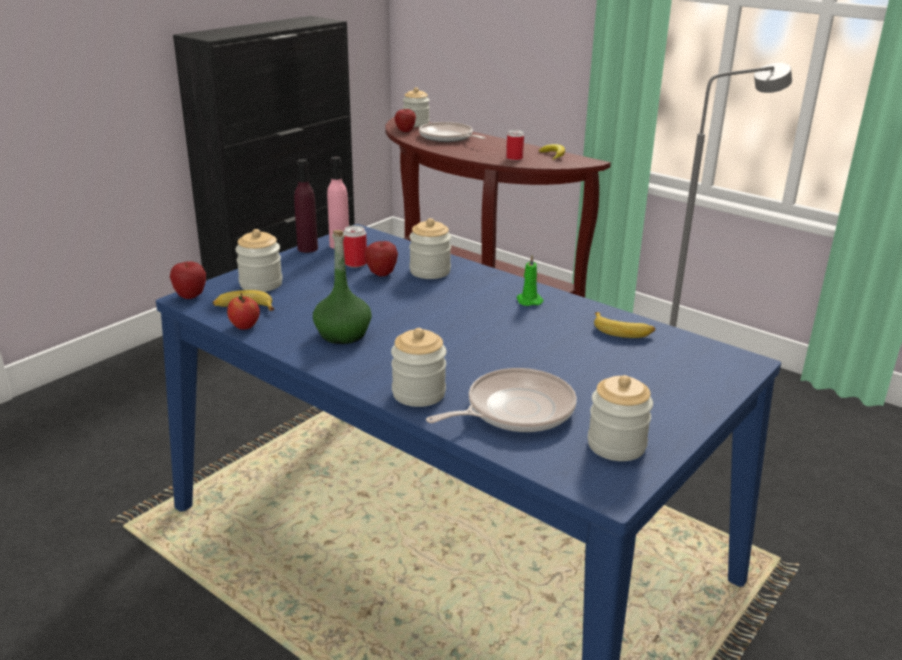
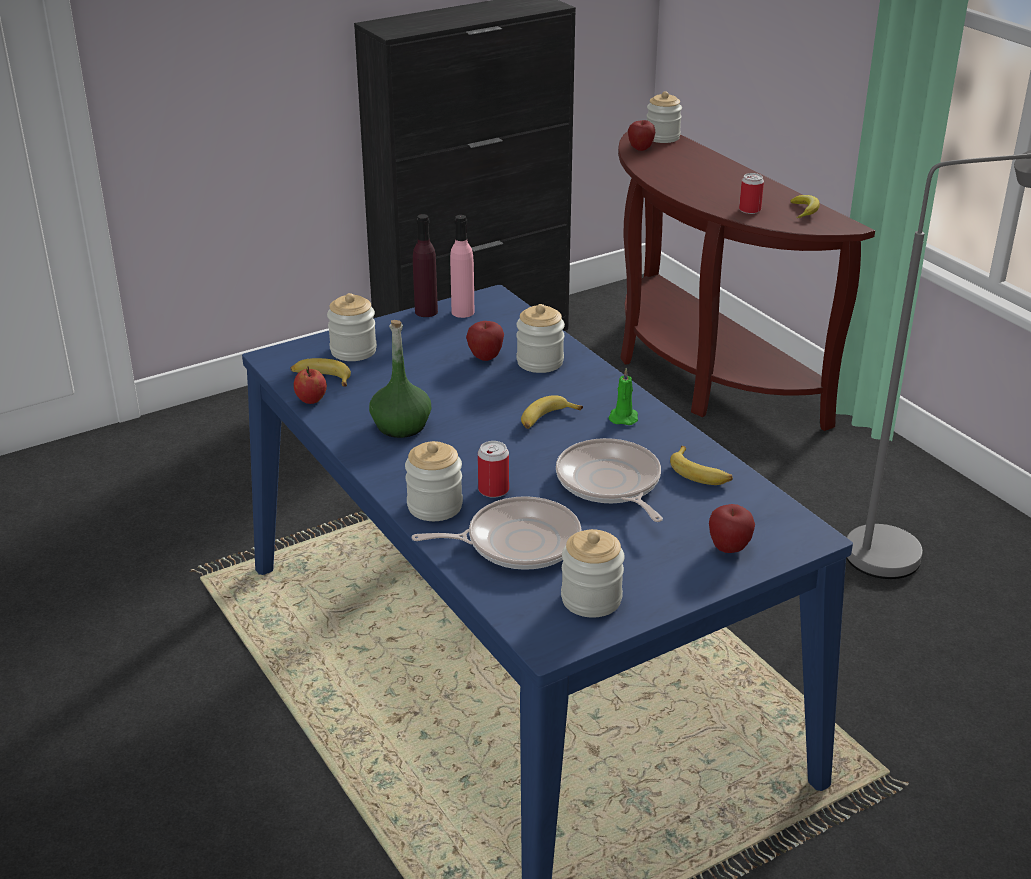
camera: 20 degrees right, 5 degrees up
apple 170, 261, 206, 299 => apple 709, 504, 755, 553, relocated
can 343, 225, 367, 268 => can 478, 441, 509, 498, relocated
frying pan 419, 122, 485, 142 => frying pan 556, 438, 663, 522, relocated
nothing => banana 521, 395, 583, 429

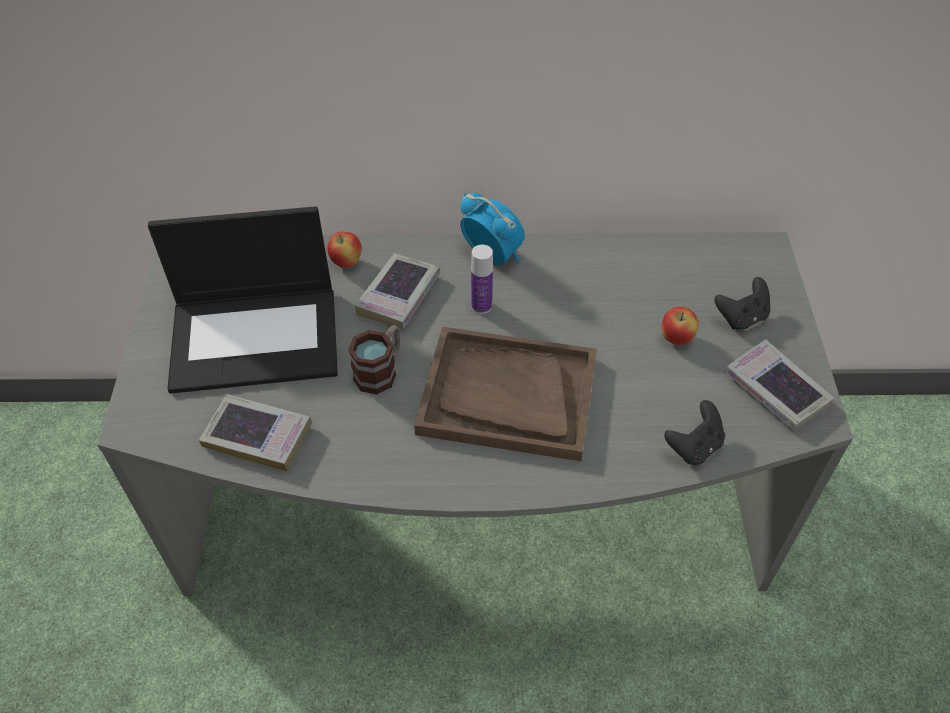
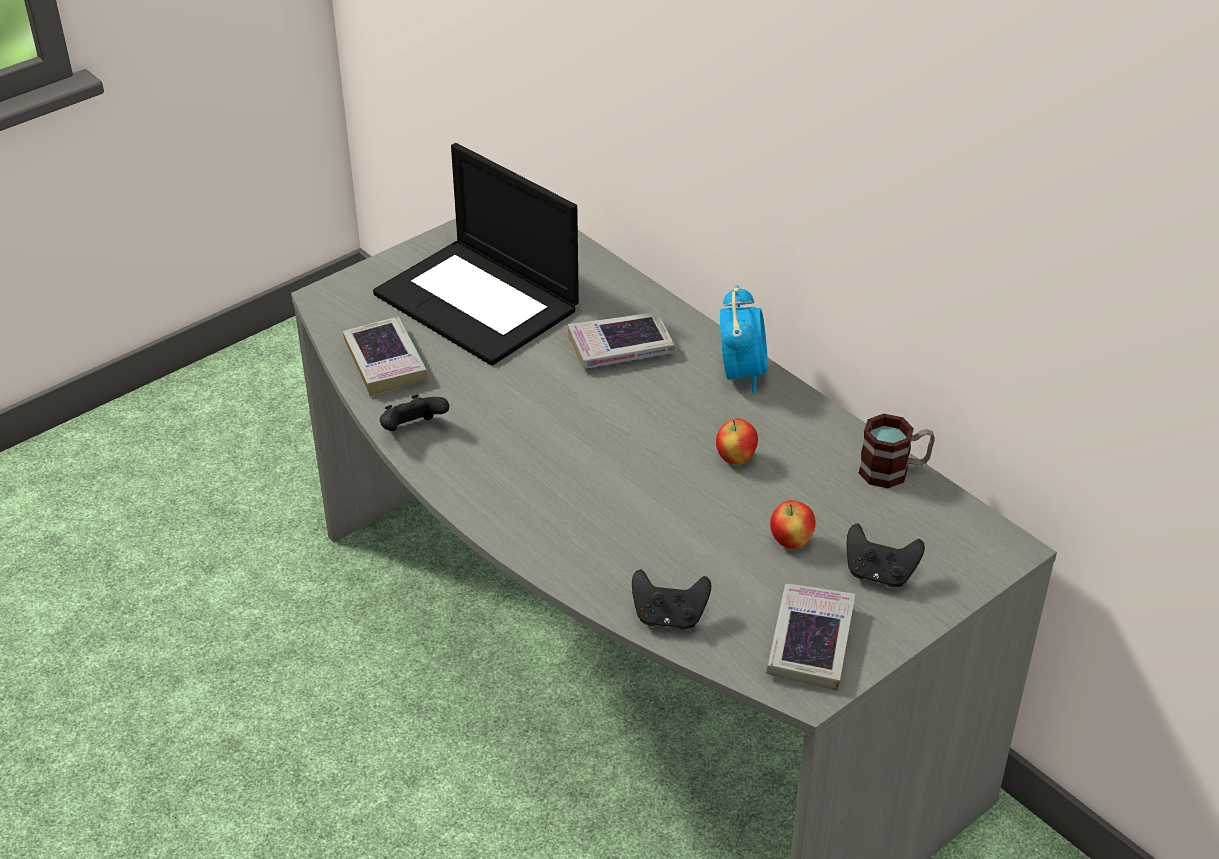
camera: 50 degrees right, 10 degrees down
apple 327, 232, 361, 268 => apple 716, 419, 758, 465, relocated
mug 348, 325, 400, 394 => mug 859, 414, 935, 488, relocated
brown tray 414, 327, 597, 461 => nothing
bottle 471, 245, 493, 314 => nothing
nothing => black game controller 380, 394, 449, 431

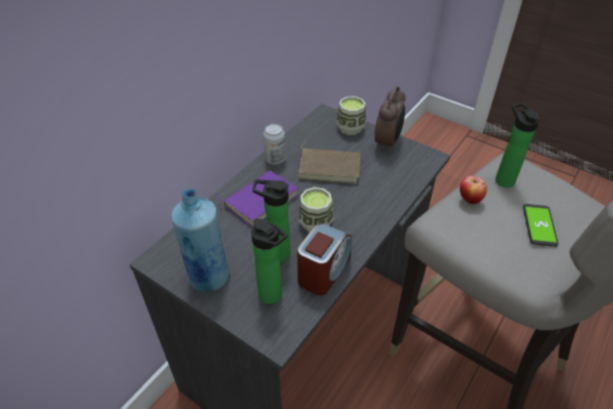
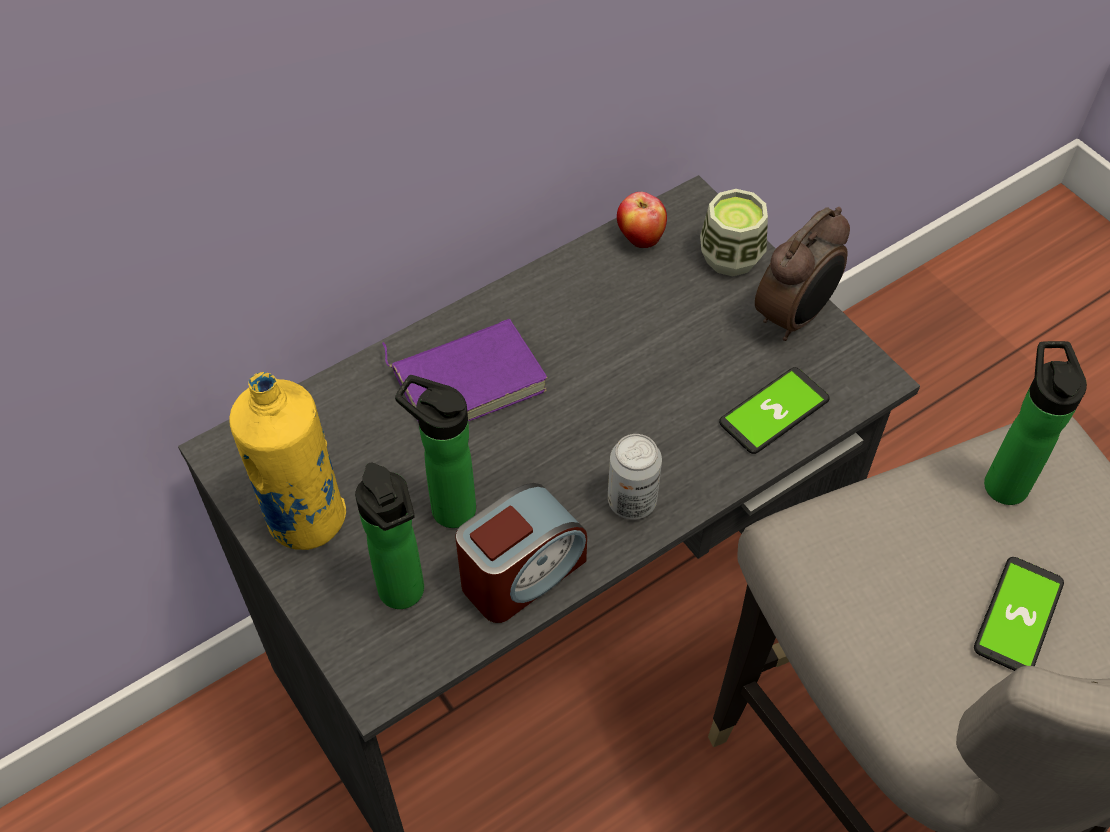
camera: 20 degrees right, 10 degrees up
blue bottle 171, 188, 230, 292 => yellow bottle 230, 372, 346, 550
can 263, 124, 286, 165 => can 608, 434, 662, 520, relocated
brown book 298, 141, 360, 184 => nothing
cup 298, 187, 334, 233 => nothing
apple 460, 176, 487, 204 => apple 617, 192, 667, 248, relocated
nothing => phone 719, 367, 830, 454

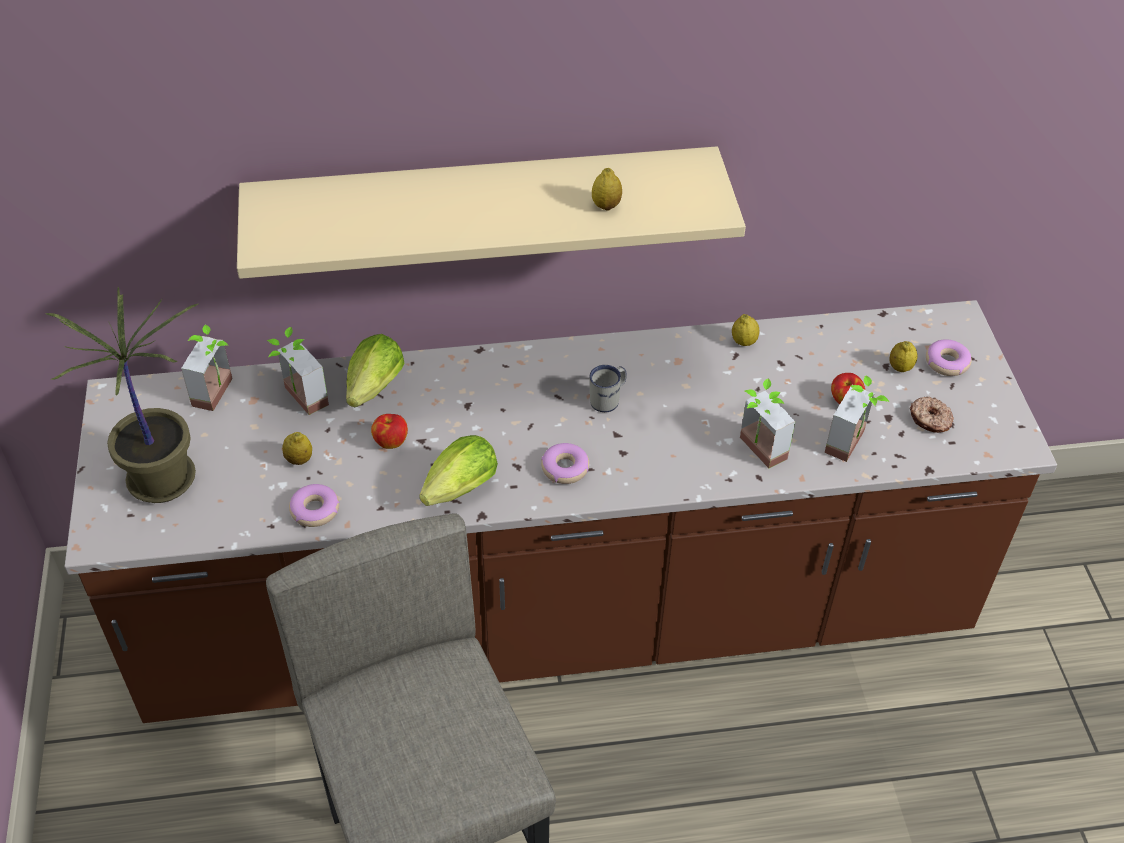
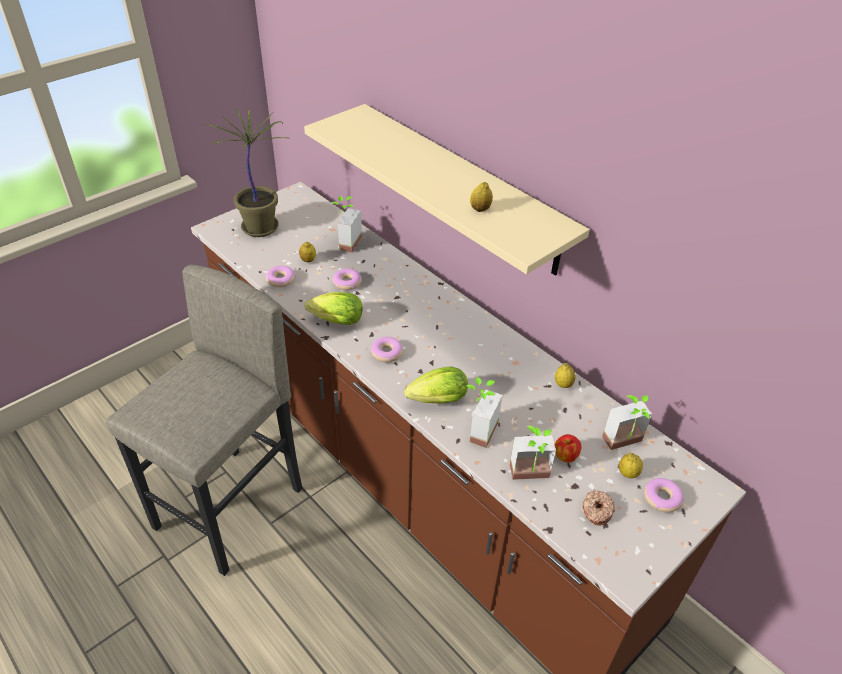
camera: 55 degrees right, 5 degrees down
potted plant 181, 325, 233, 411 => potted plant 602, 395, 652, 450, relocated
lettuce 346, 334, 405, 408 => lettuce 404, 367, 468, 404, relocated
apple 371, 414, 408, 449 => donut 333, 268, 362, 290
white mug 589, 365, 627, 412 => nothing

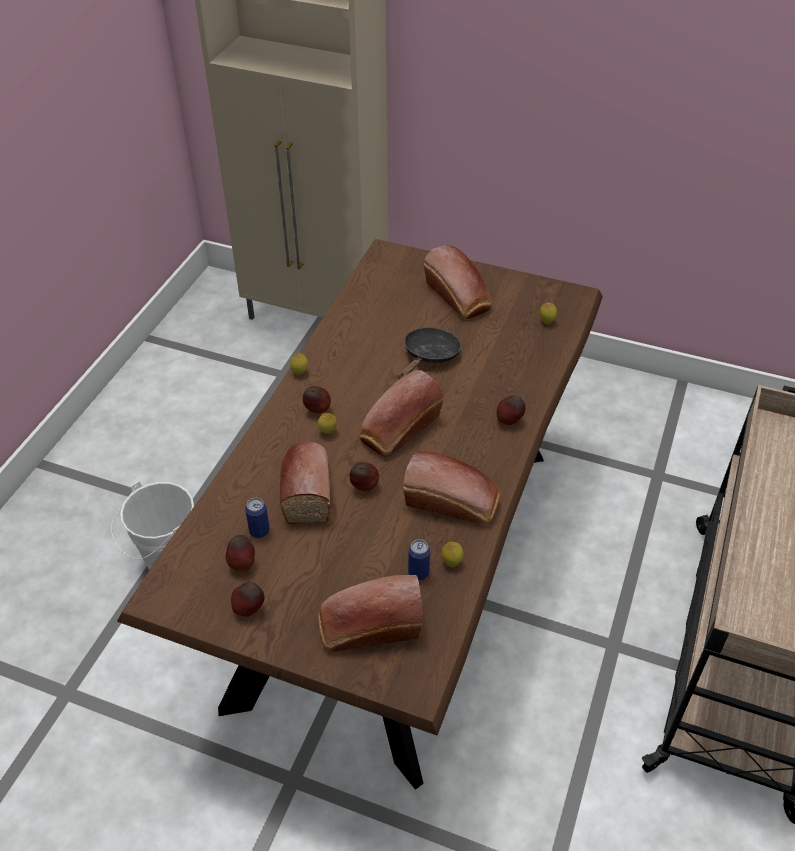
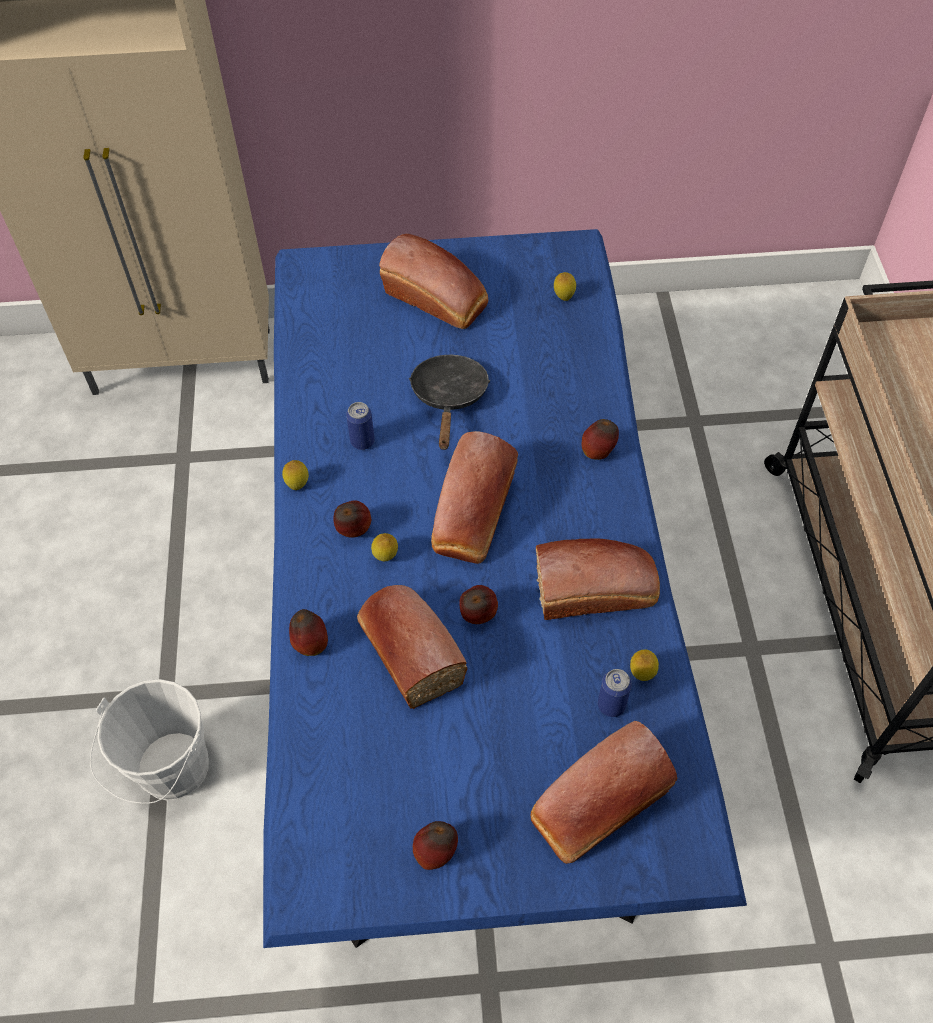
camera: 25 degrees left, 10 degrees up
brown dining table 117, 239, 603, 790 => blue dining table 263, 229, 747, 948
apple 225, 535, 255, 573 => apple 289, 609, 328, 656, relocated
can 245, 498, 270, 538 => can 346, 402, 375, 450, relocated

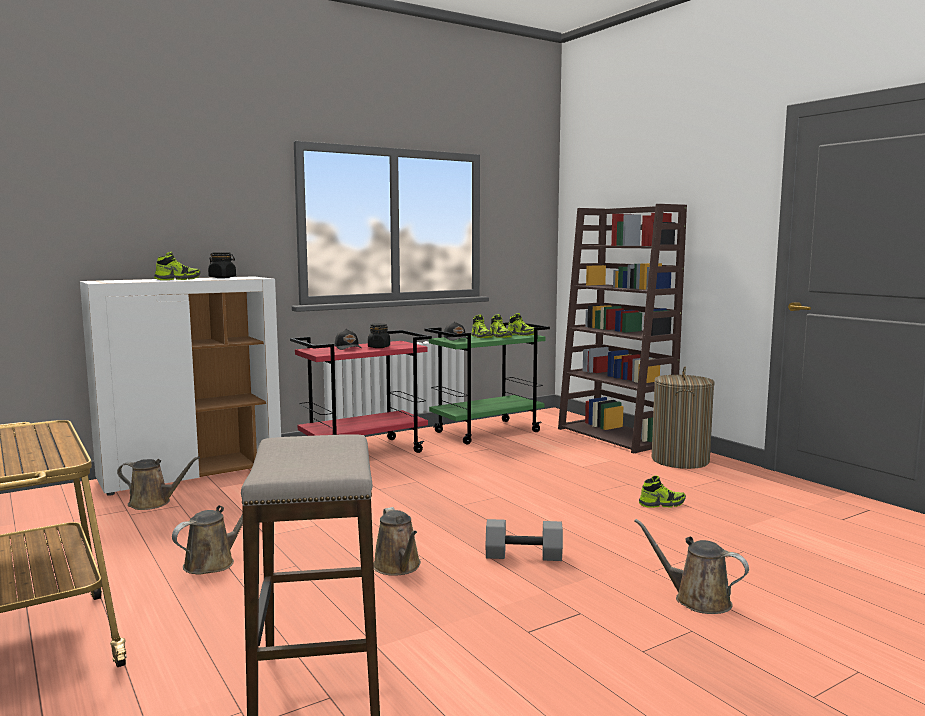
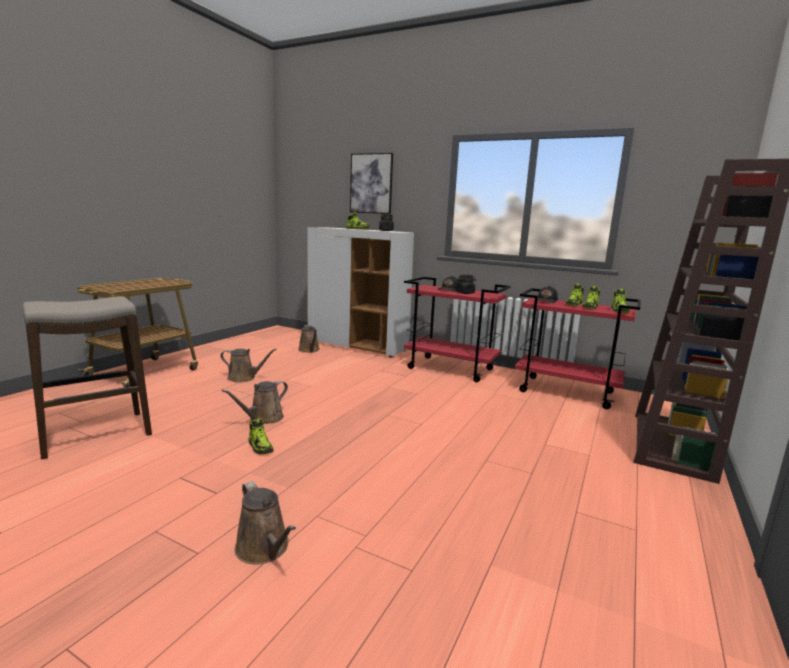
camera: 60 degrees right, 5 degrees up
green cart 425, 322, 550, 445 => red cart 515, 288, 641, 409
grey dumbbell 486, 519, 563, 561 => nothing
brown watering can 634, 519, 749, 614 => brown watering can 235, 481, 296, 565, 135 degrees clockwise
shoe 639, 476, 686, 508 => shoe 248, 419, 274, 455, relocated
laundry basket 652, 367, 714, 469 => nothing
nothing => picture 350, 153, 393, 214

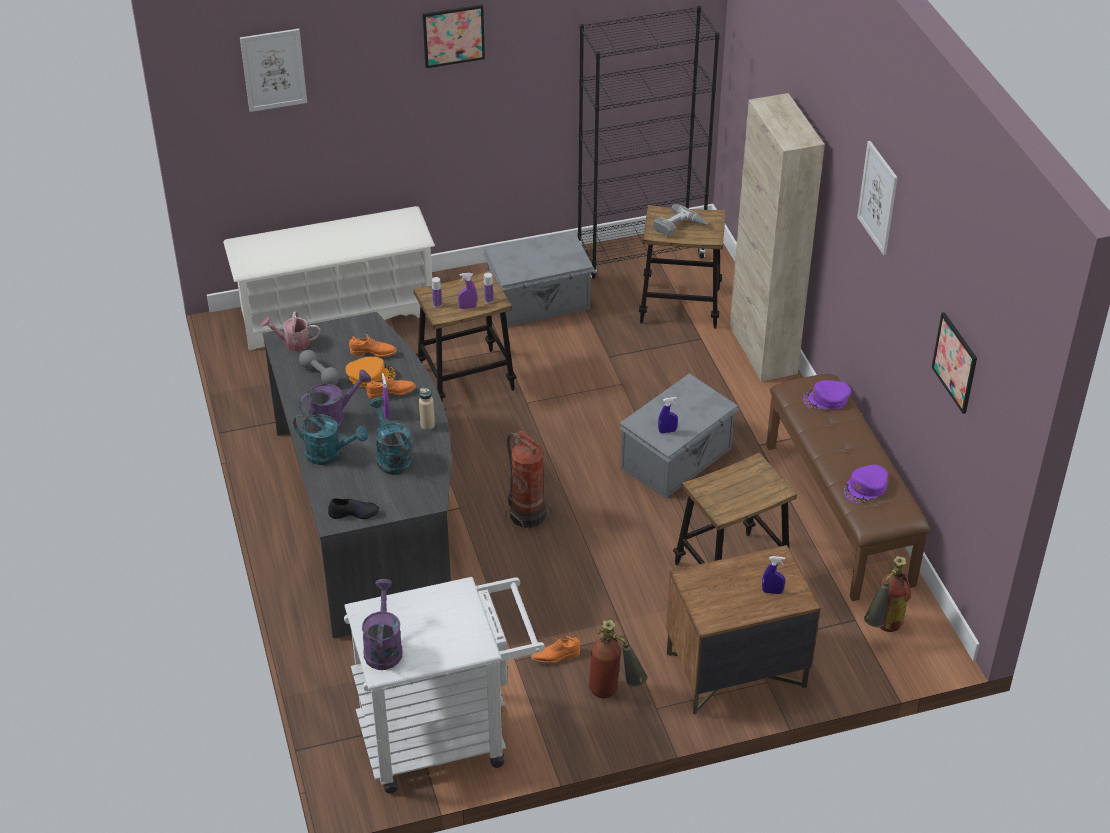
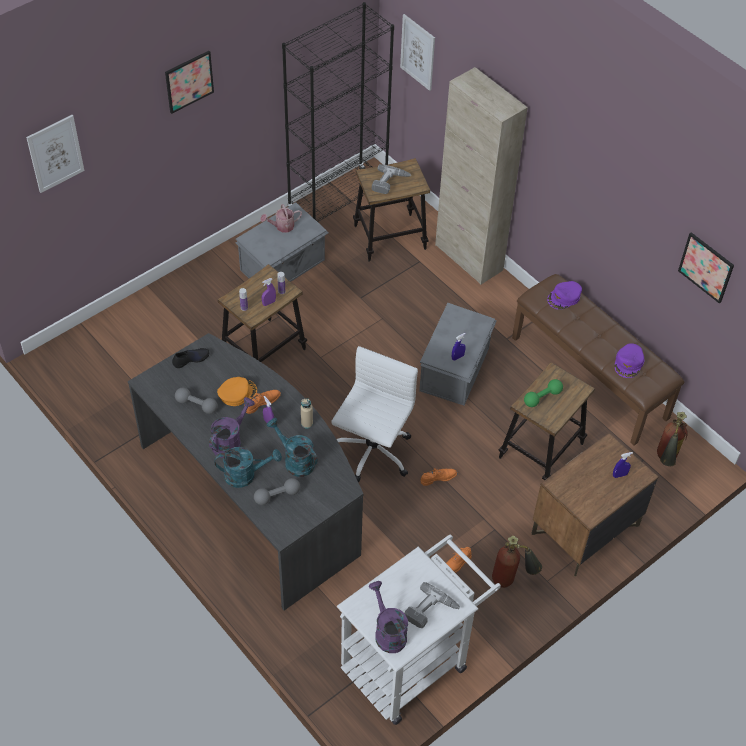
camera: 25 degrees left, 10 degrees up
white shoe rack 223, 206, 435, 350 => nothing
watering can 261, 311, 321, 351 => watering can 260, 204, 302, 232, relocated
black shoe 328, 498, 379, 519 => black shoe 172, 348, 210, 368, relocated
orange shoe 349, 334, 397, 357 => orange shoe 421, 468, 458, 486, relocated
fire extinguisher 506, 431, 552, 531 => white office chair 331, 346, 418, 482
picture 857, 141, 898, 255 => picture 400, 14, 435, 91, relocated
nothing => grey dumbbell 254, 478, 300, 505
nothing => power drill 404, 582, 460, 628
nothing => green dumbbell 524, 379, 563, 407

